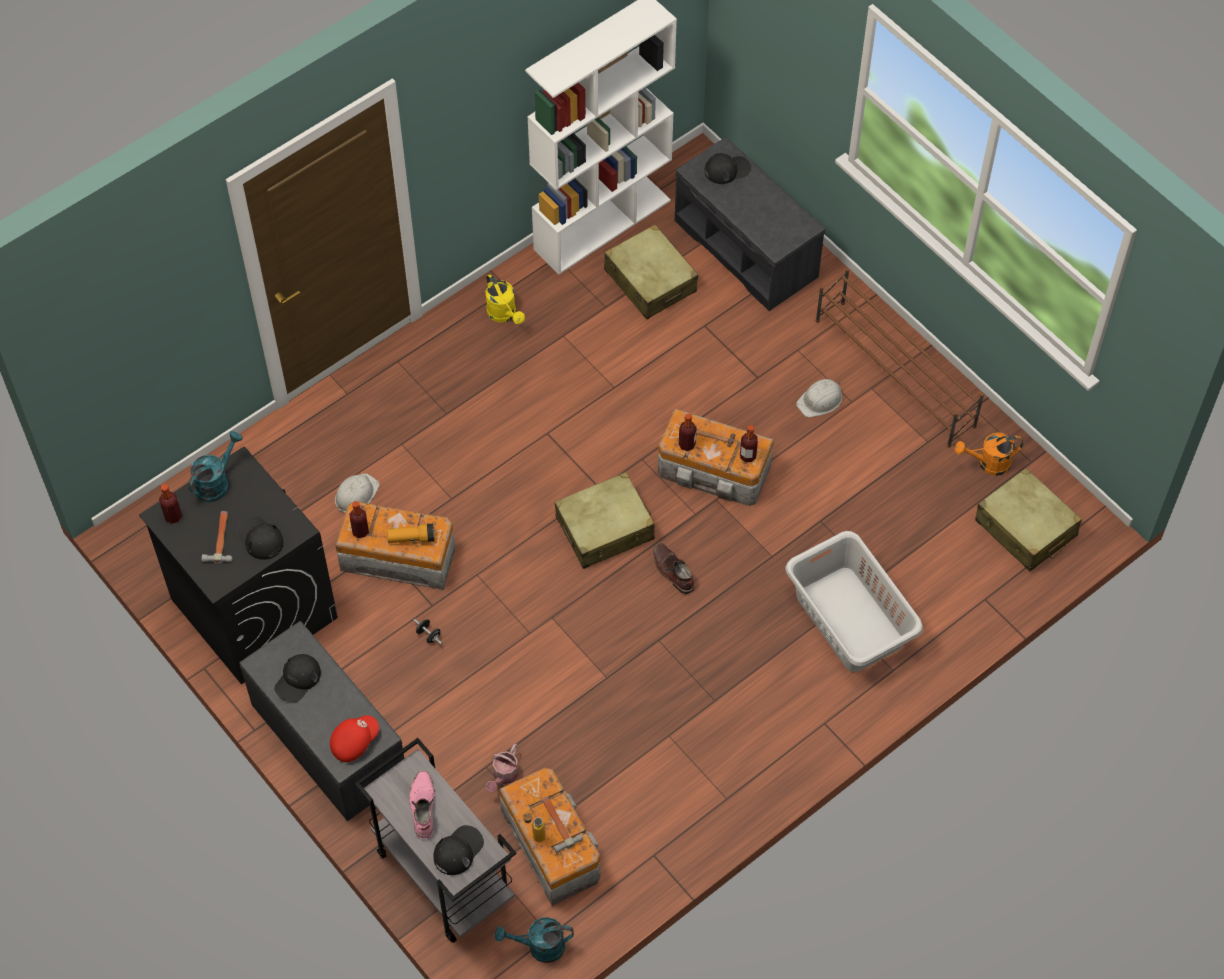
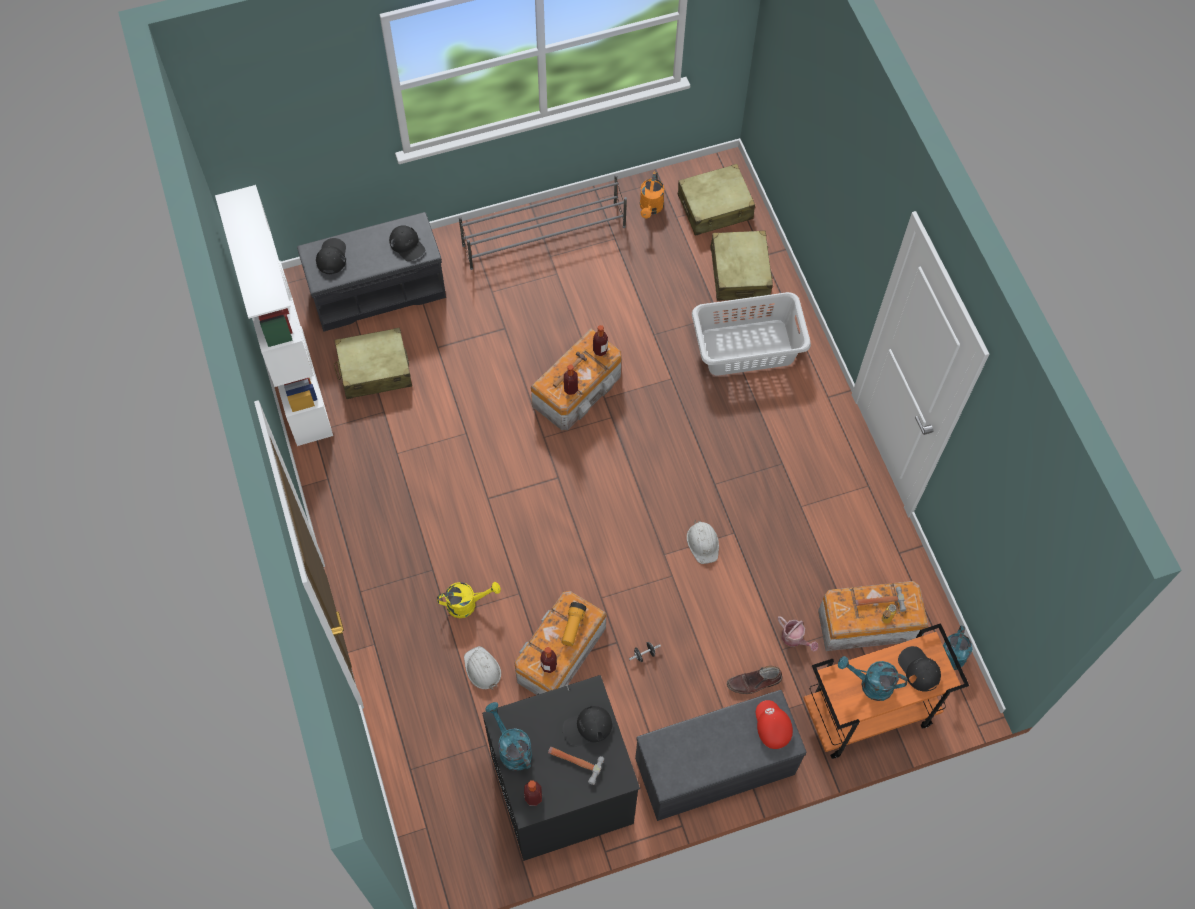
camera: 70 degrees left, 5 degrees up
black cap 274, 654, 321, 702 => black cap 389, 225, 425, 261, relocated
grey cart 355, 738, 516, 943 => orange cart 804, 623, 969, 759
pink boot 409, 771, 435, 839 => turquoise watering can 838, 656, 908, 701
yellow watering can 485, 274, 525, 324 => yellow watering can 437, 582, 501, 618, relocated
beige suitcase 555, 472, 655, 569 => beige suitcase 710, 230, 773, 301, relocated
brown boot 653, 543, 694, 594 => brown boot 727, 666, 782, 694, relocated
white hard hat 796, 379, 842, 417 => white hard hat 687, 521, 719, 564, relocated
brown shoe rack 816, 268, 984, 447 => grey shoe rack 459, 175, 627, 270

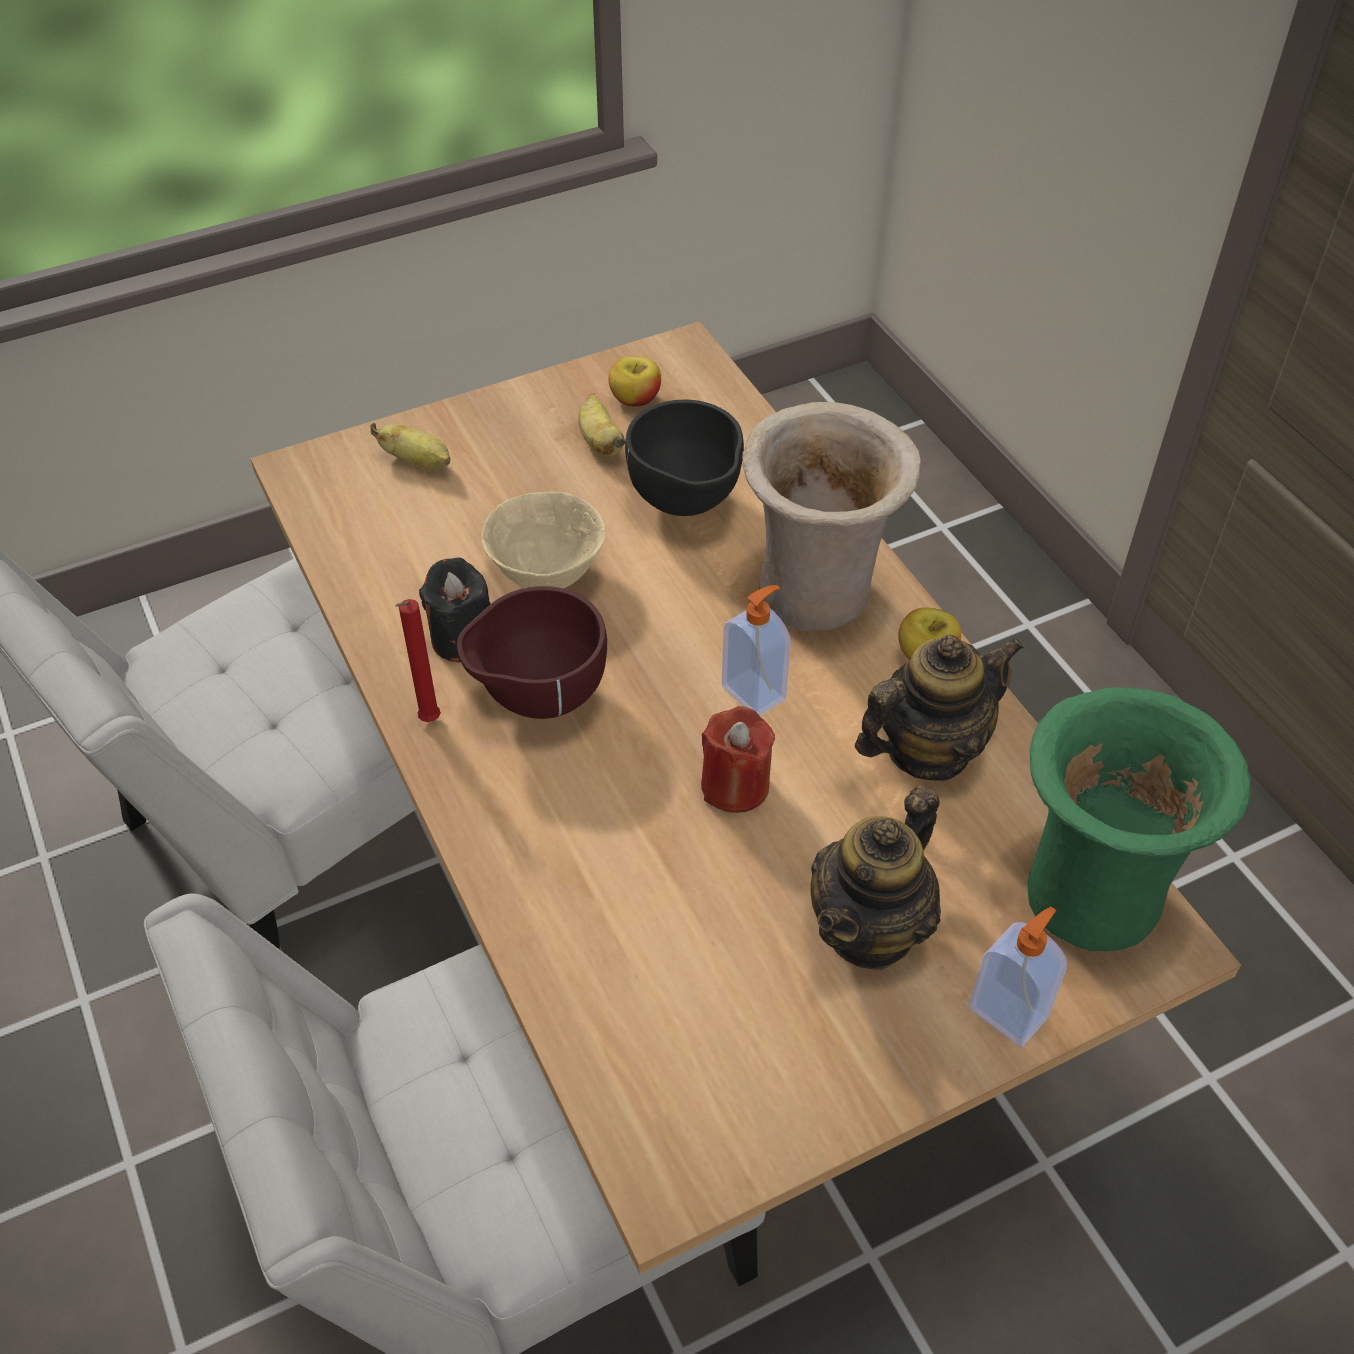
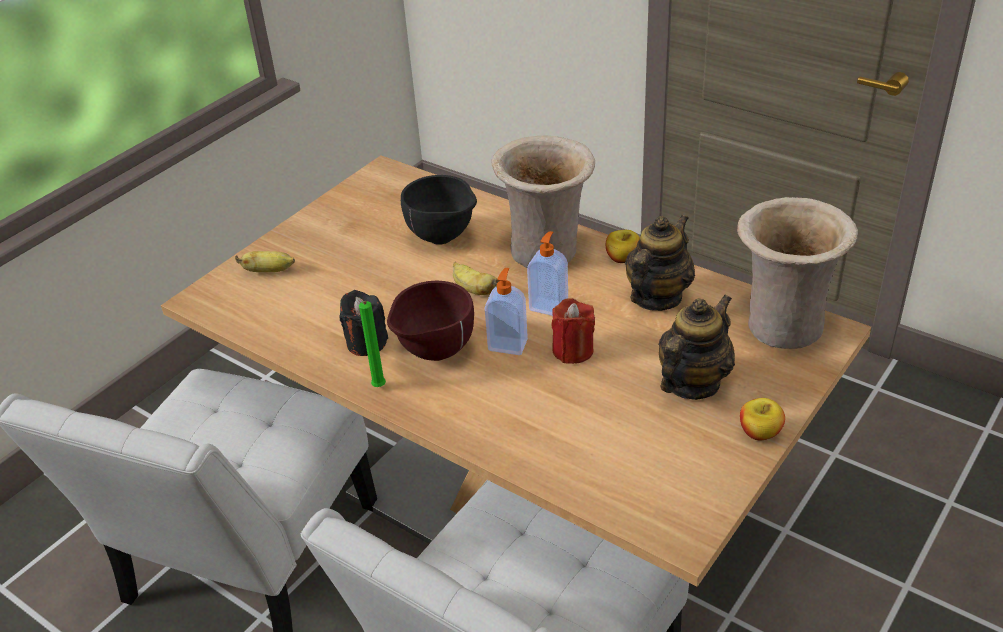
camera: 25 degrees left, 10 degrees down
red candle 395, 599, 441, 722 => green candle 359, 301, 386, 387
beige bowl 481, 492, 606, 589 => nothing
banana 578, 393, 625, 456 => banana 453, 262, 499, 295, relocated
apple 608, 357, 661, 407 => apple 740, 398, 785, 440, relocated
teapot 810, 785, 941, 970 => teapot 659, 294, 735, 400, 150 degrees counterclockwise
soap dispenser 969, 907, 1067, 1047 => soap dispenser 485, 268, 528, 355, relocated
green vase 1028, 687, 1251, 952 => beige vase 737, 197, 858, 349

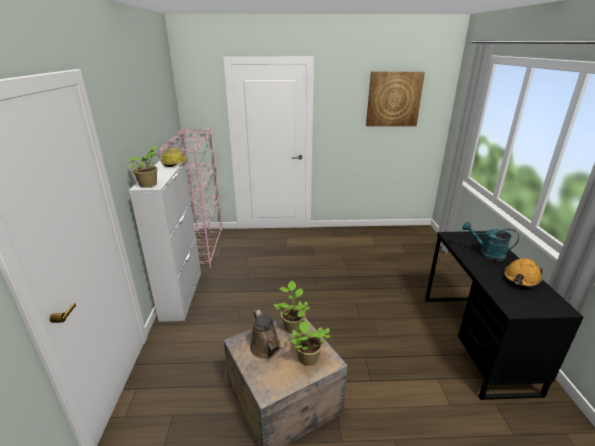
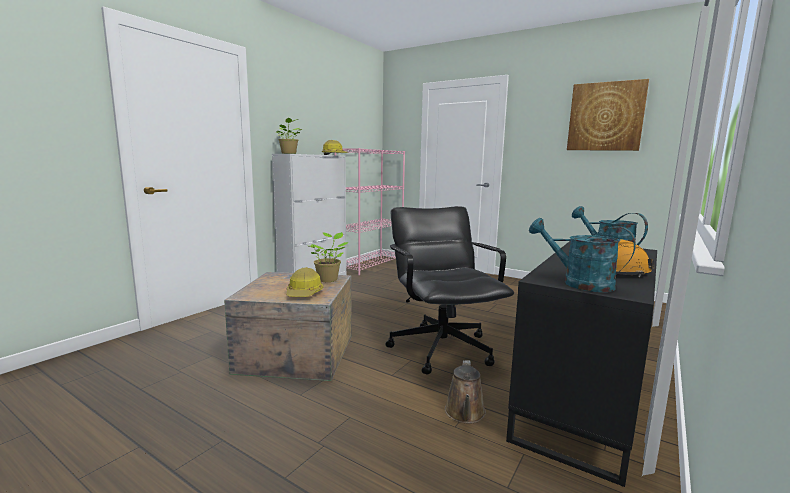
camera: 35 degrees right, 15 degrees down
brown watering can 250, 310, 282, 359 => brown watering can 445, 360, 486, 424, relocated
potted plant 291, 321, 330, 366 => hard hat 287, 267, 324, 297
nothing => black office chair 385, 206, 514, 375
nothing => turquoise watering can 529, 218, 636, 292

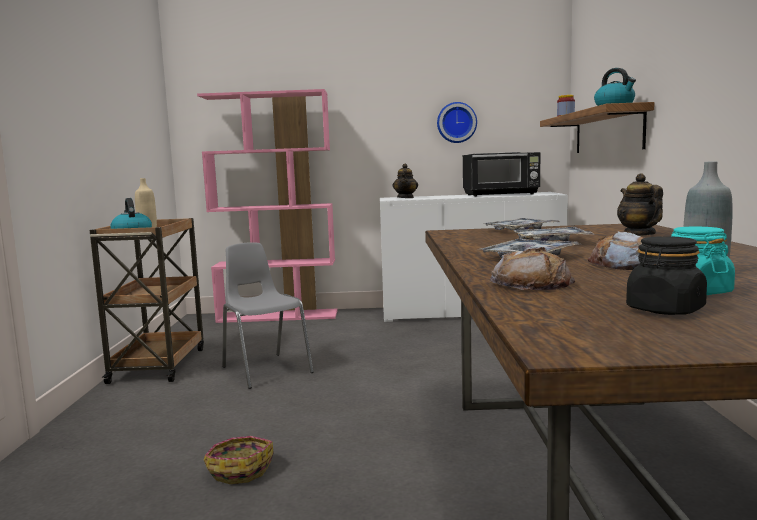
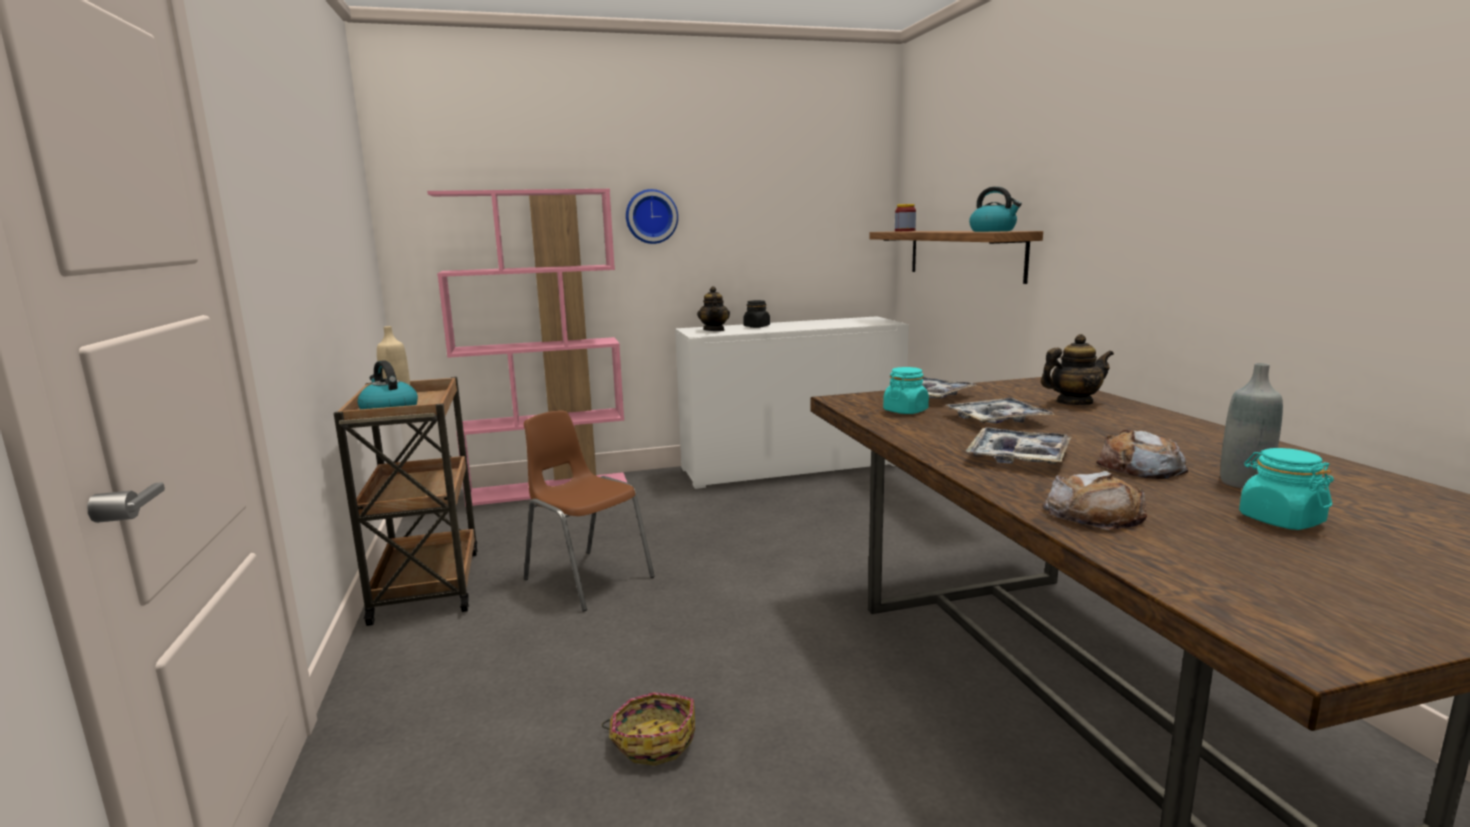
camera: 15 degrees left, 5 degrees up
grey chair 222, 242, 314, 389 => brown chair 524, 410, 655, 611
wall clock 437, 102, 477, 143 => wall clock 626, 189, 678, 244, relocated
black microwave 463, 152, 540, 197 => nothing
teapot 617, 173, 663, 236 => teapot 1041, 334, 1114, 405, 105 degrees clockwise
black jar 626, 236, 707, 315 => black jar 743, 300, 770, 328, relocated
nothing => turquoise jar 883, 367, 929, 414

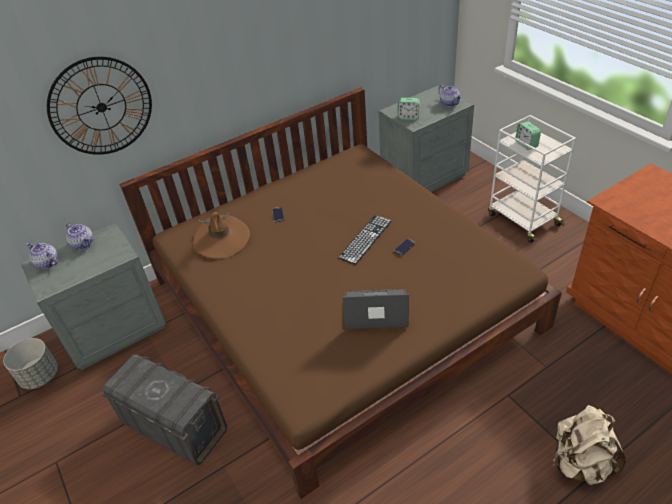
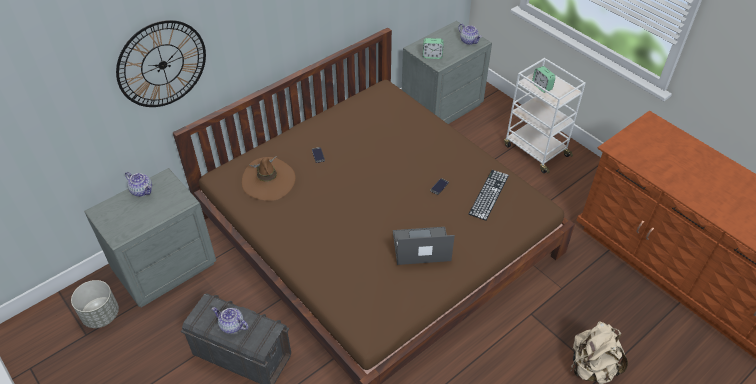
camera: 10 degrees left, 5 degrees up
teapot 26, 242, 58, 269 => teapot 212, 307, 249, 334, relocated
keyboard 338, 215, 391, 265 => keyboard 469, 170, 509, 221, relocated

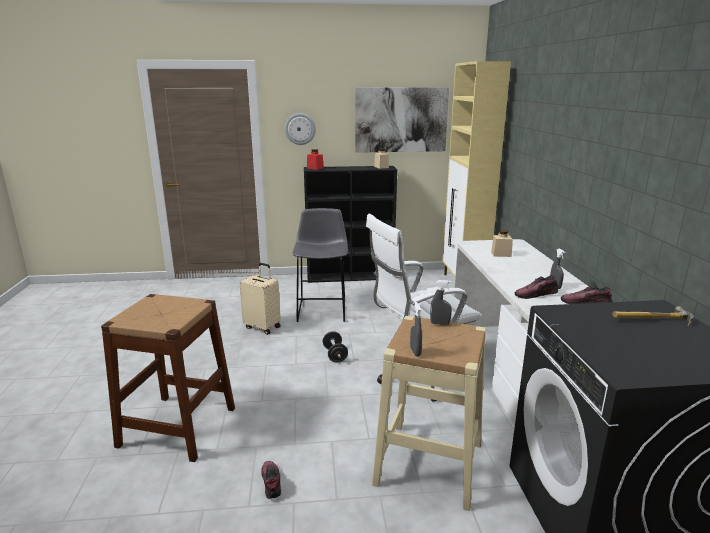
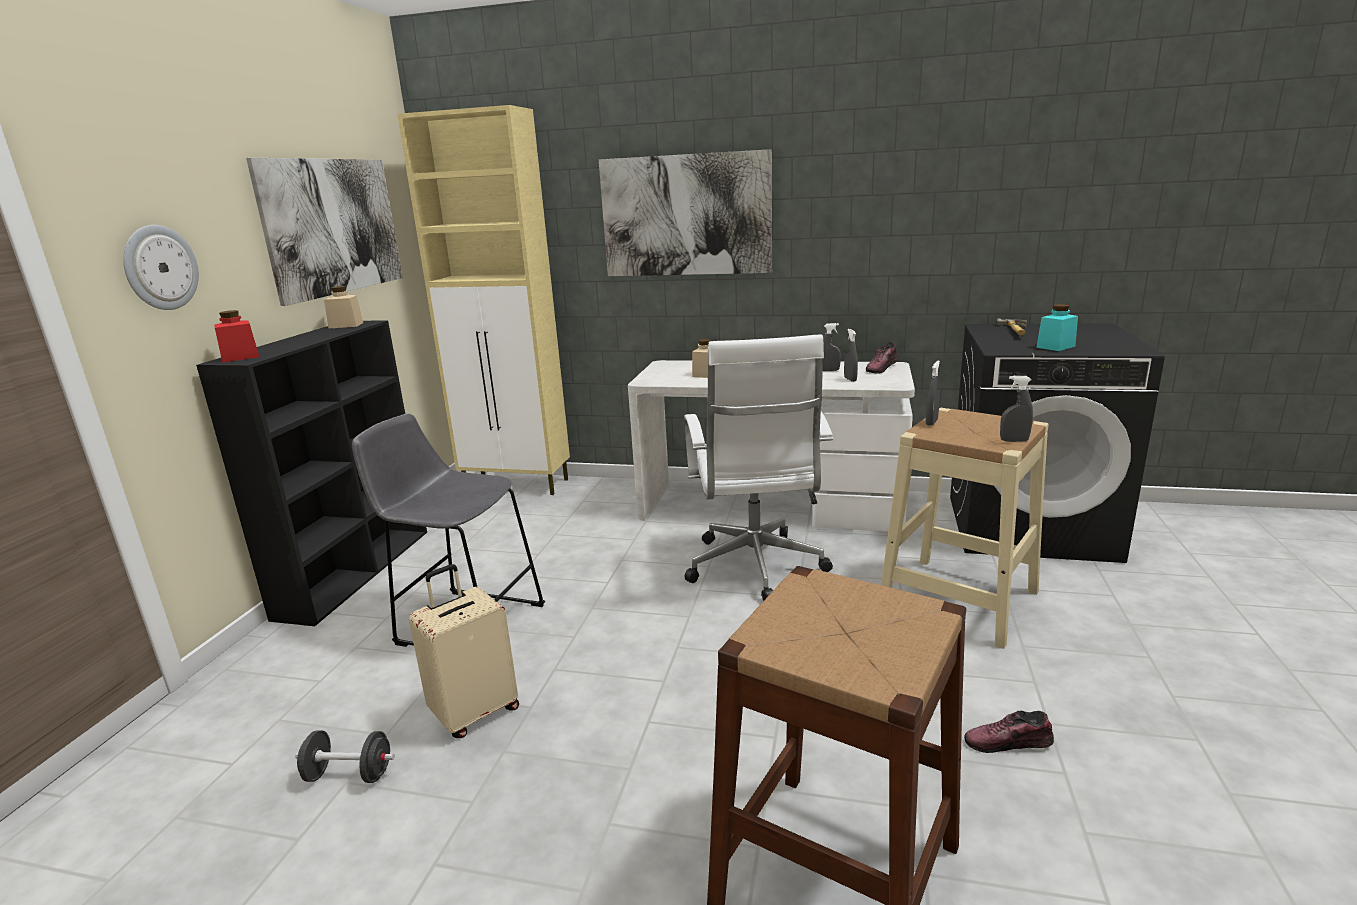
camera: 70 degrees left, 0 degrees up
black dumbbell 323, 331, 348, 363 => black dumbbell 295, 730, 394, 783, relocated
shoe 515, 275, 558, 299 => grey spray bottle 844, 329, 858, 382
nothing => picture 599, 149, 772, 276
nothing => turquoise jar 1036, 304, 1078, 351

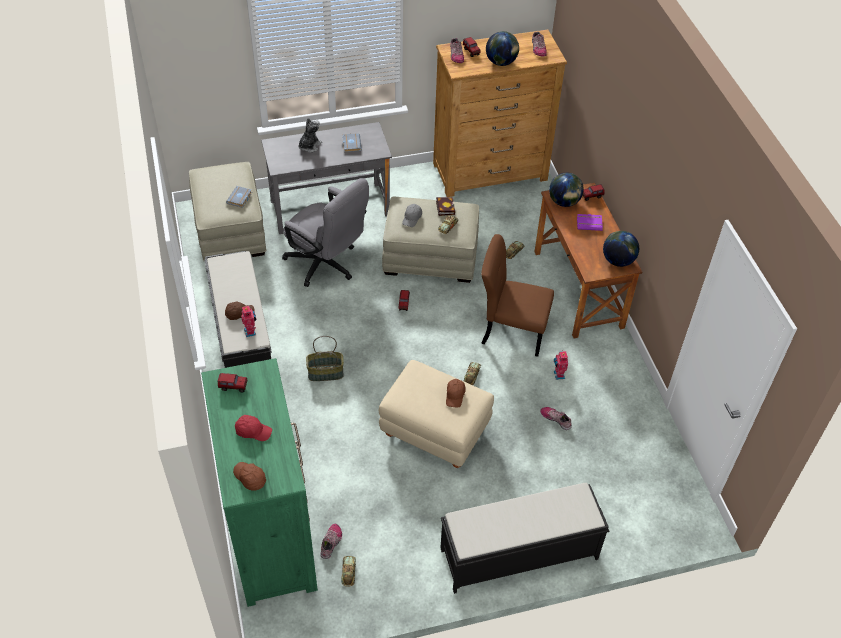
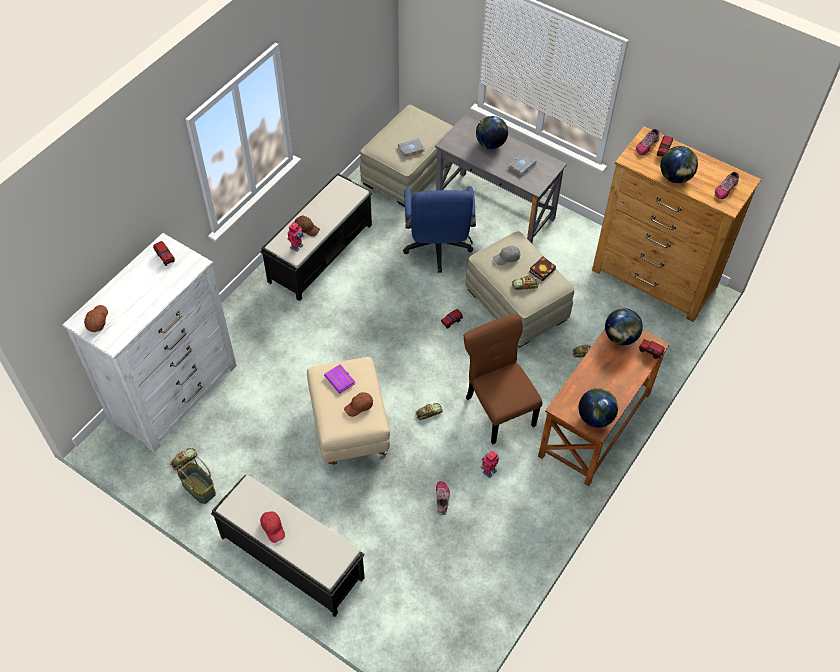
camera: 50 degrees right, 5 degrees up
green dresser 201, 358, 318, 607 => white dresser 63, 233, 237, 453
red cap 235, 415, 272, 441 => red cap 260, 511, 285, 543, relocated
grey office chair 282, 178, 369, 287 => blue office chair 403, 186, 476, 273
plush toy 299, 118, 322, 152 => globe 476, 116, 508, 149
basket 306, 336, 344, 381 => basket 177, 455, 216, 504, relocated
shoe 320, 524, 342, 559 => nothing
purple book 577, 214, 603, 231 => purple book 324, 365, 355, 393, relocated

